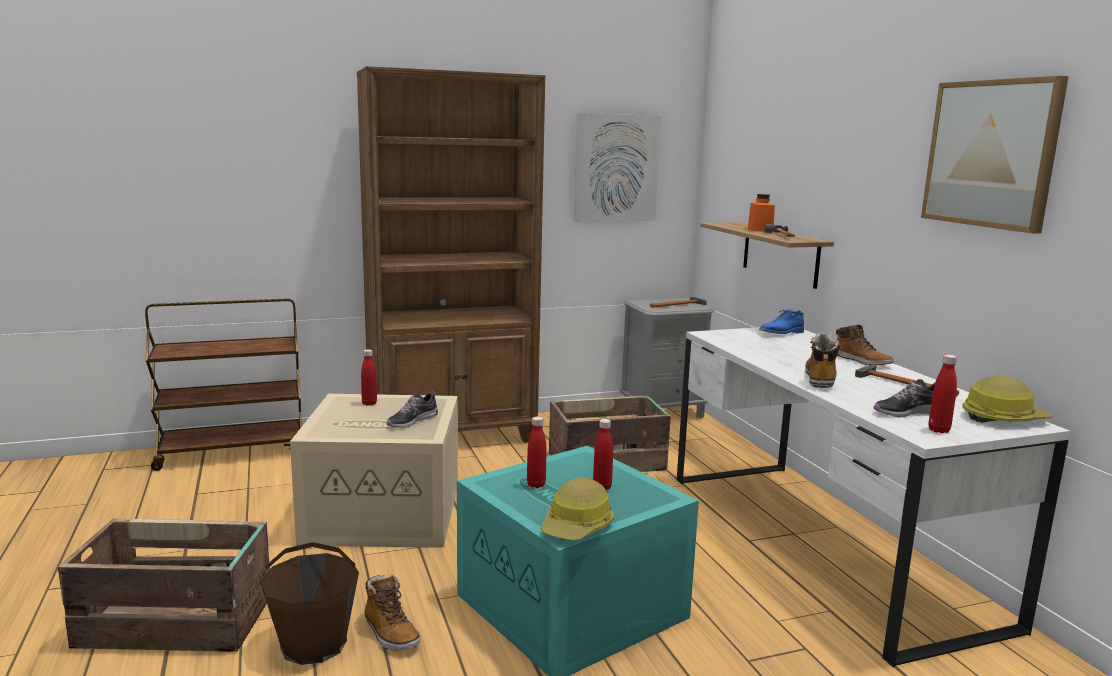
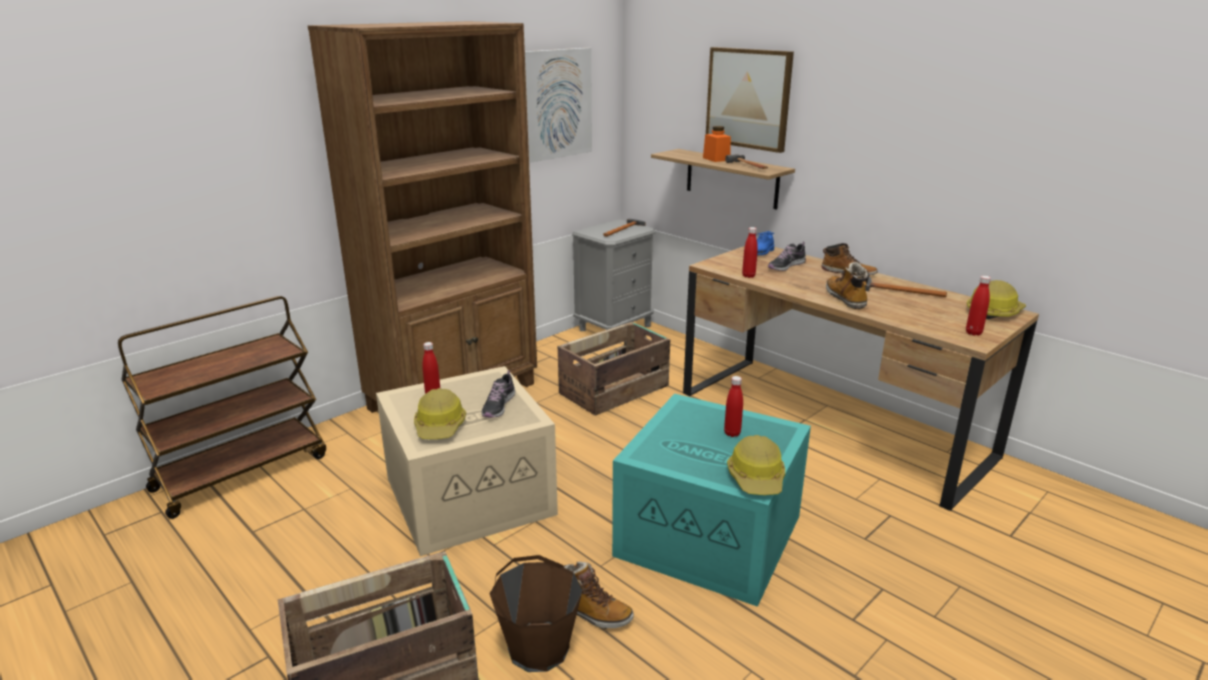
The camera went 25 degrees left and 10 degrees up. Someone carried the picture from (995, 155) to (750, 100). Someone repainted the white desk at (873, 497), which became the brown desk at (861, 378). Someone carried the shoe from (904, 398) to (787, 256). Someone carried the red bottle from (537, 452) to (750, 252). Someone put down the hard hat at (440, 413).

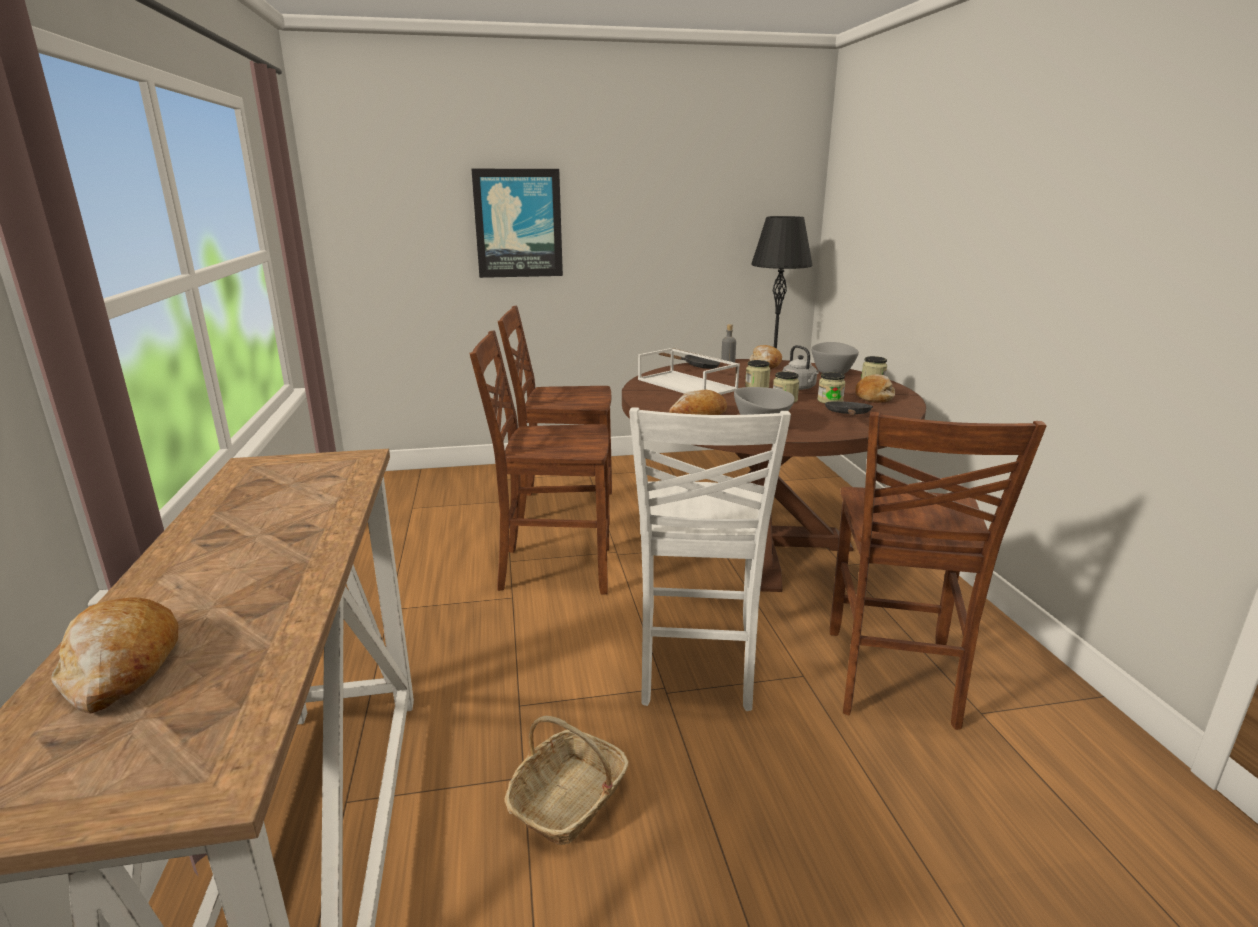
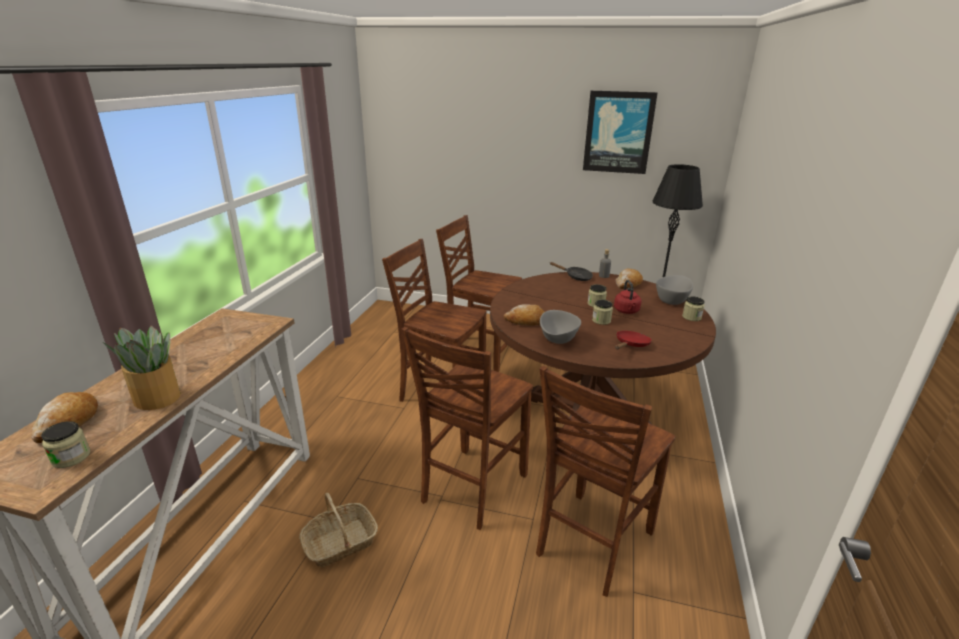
The camera went 25 degrees right and 5 degrees up. Someone carried the picture from (517, 223) to (620, 132). Someone repainted the grey kettle at (801, 367), which became the red kettle at (627, 297). Someone took away the white tray at (689, 371). Someone carried the jar from (831, 387) to (65, 444). Someone took away the bread at (875, 388). Someone repainted the black frying pan at (849, 408), which became the red frying pan at (633, 340). Someone repainted the white chair at (710, 559), which became the brown chair at (467, 428). Someone put down the potted plant at (142, 368).

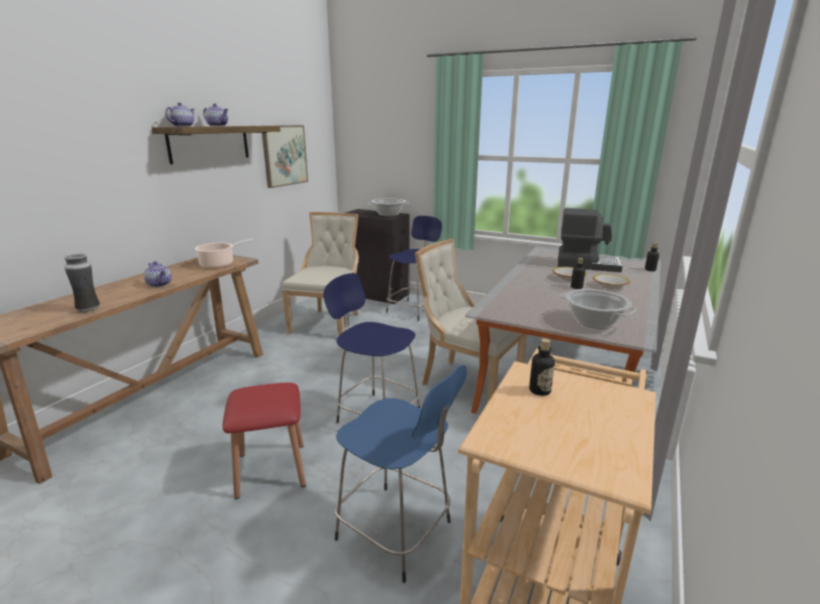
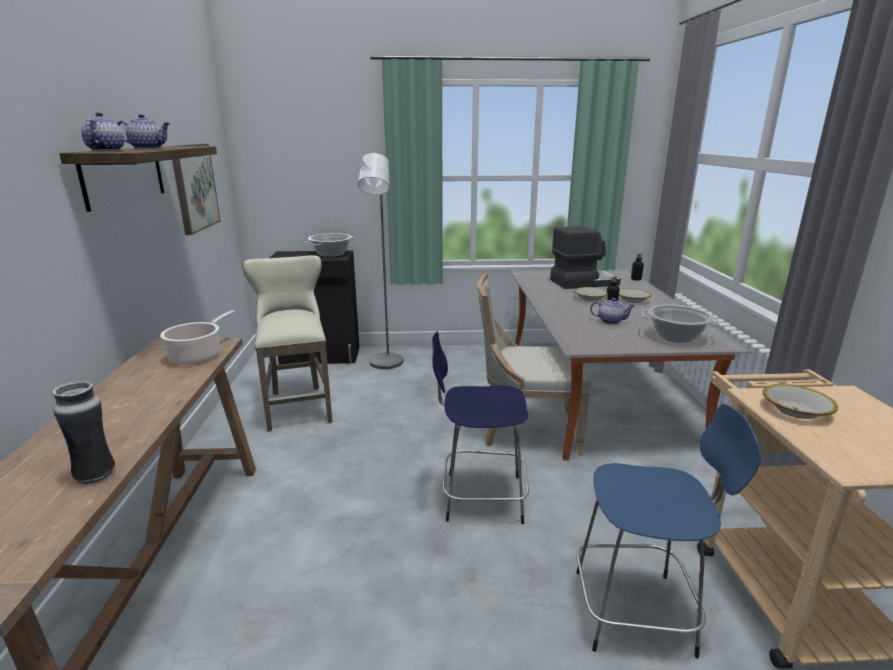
The camera went 30 degrees left and 0 degrees up. Someone swapped the beige chair at (320, 274) for the beige stool at (287, 343). Someone swapped the blue stool at (414, 268) for the grey floor lamp at (380, 261). Someone carried the teapot from (158, 274) to (612, 311). Someone swapped the bottle at (542, 367) for the bowl at (800, 401). Someone took away the red stool at (264, 441).

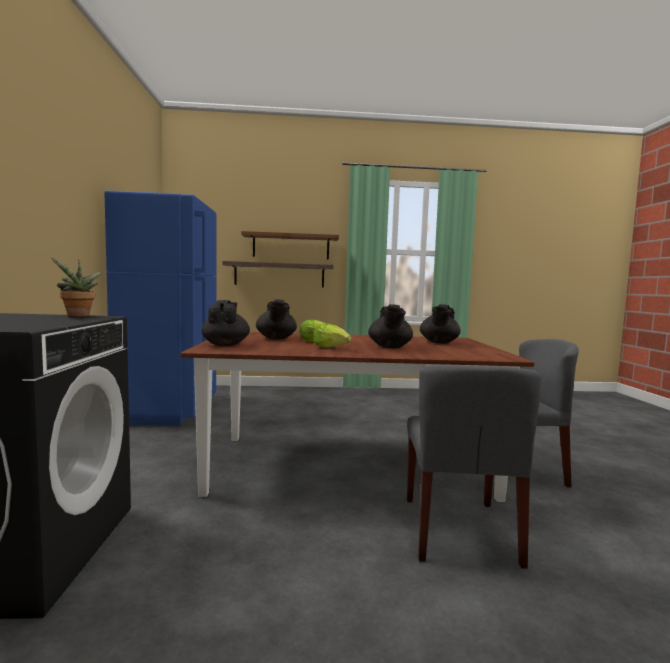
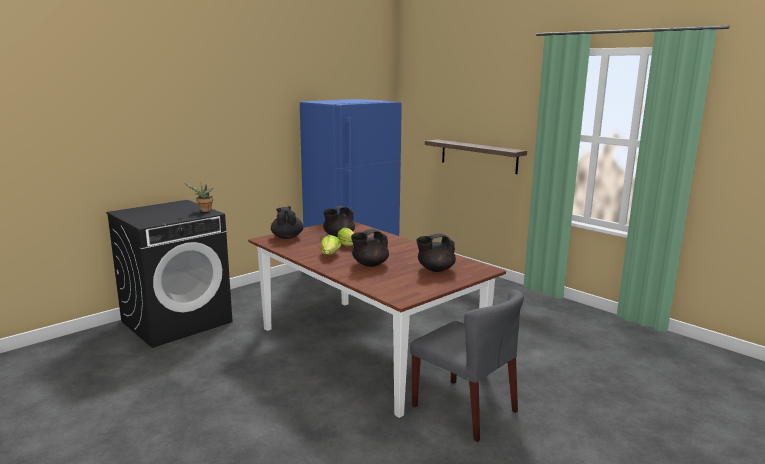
The camera went 50 degrees right and 10 degrees up. Someone took away the brown shelf at (290, 245). Someone rotated the black teapot at (226, 323) by 60 degrees counterclockwise. Someone took away the grey chair at (474, 467).

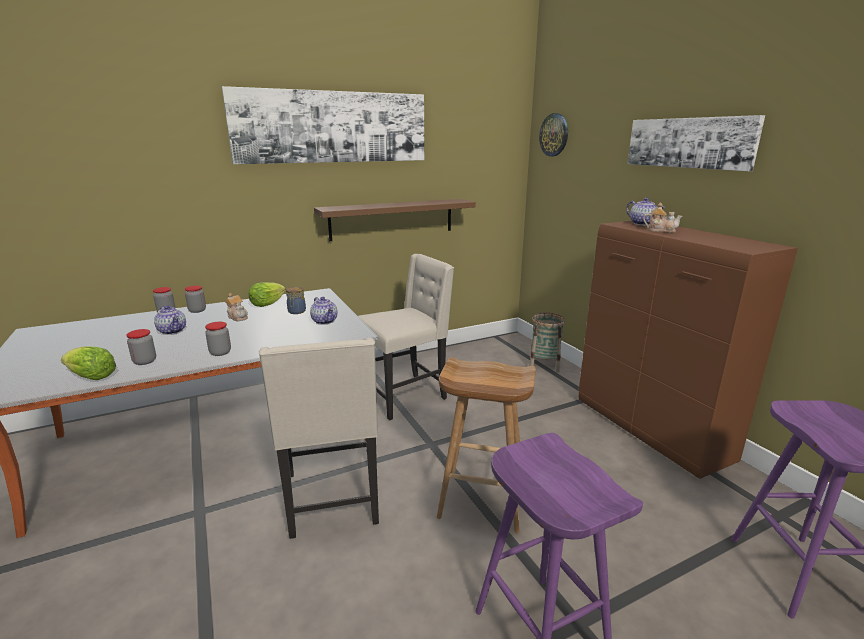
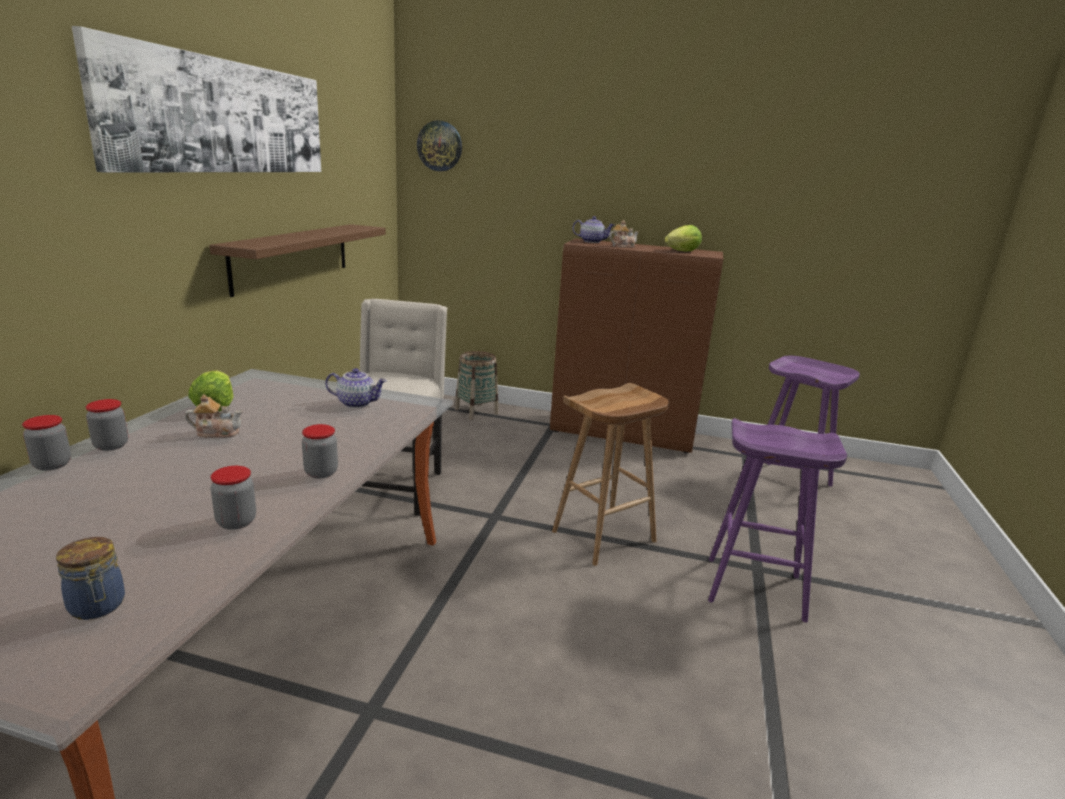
The camera went 50 degrees left and 0 degrees up. Someone took away the picture at (696, 143). Someone carried the jar from (296, 300) to (90, 578). Someone took away the teapot at (170, 320). Someone took away the beige chair at (319, 438). Someone carried the lettuce from (88, 363) to (683, 238).

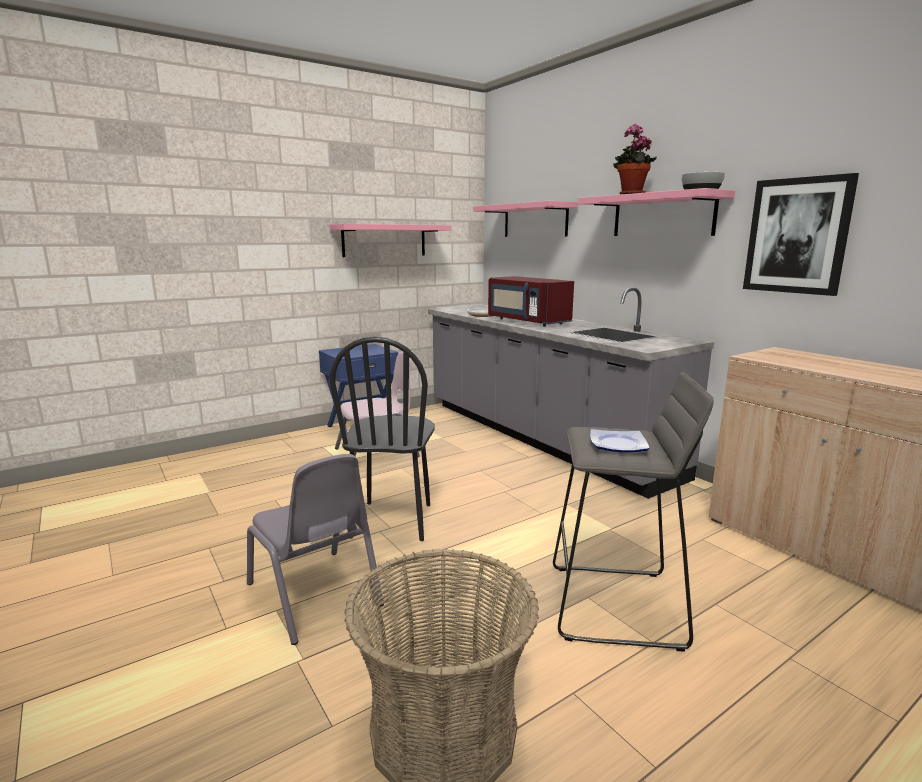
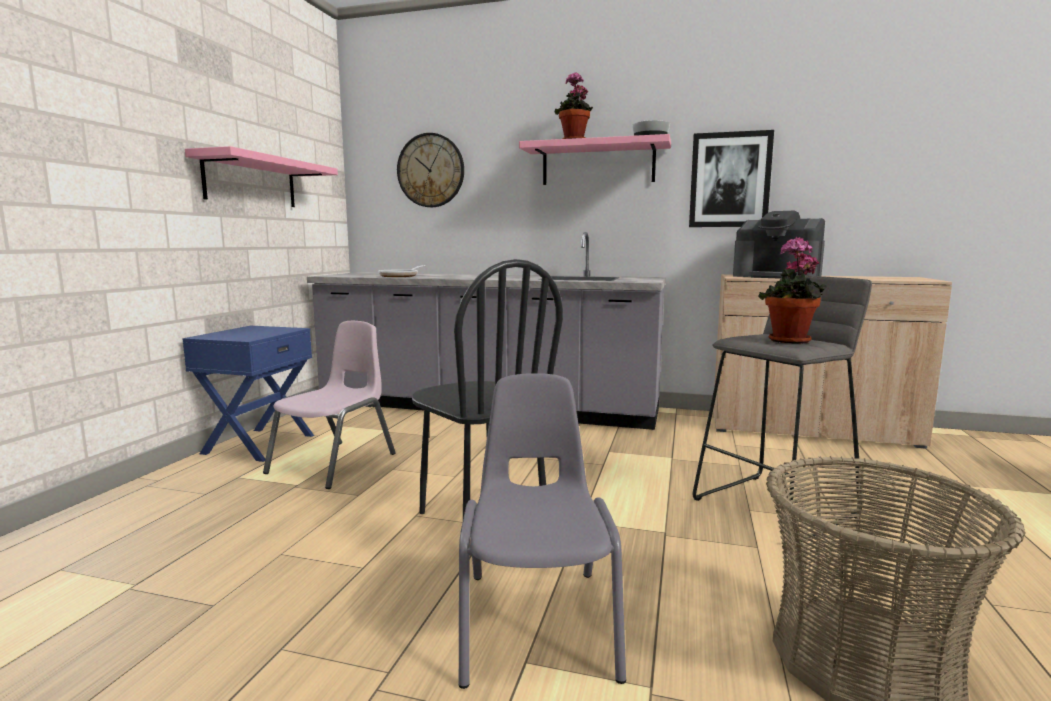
The camera went 40 degrees left and 5 degrees down. Someone swapped the pink shelf at (525, 219) for the wall clock at (430, 170). Someone took away the red microwave at (531, 301). Someone swapped the plate at (619, 441) for the potted plant at (793, 290). Someone rotated the grey chair at (315, 549) by 105 degrees counterclockwise. Someone put down the coffee machine at (779, 244).

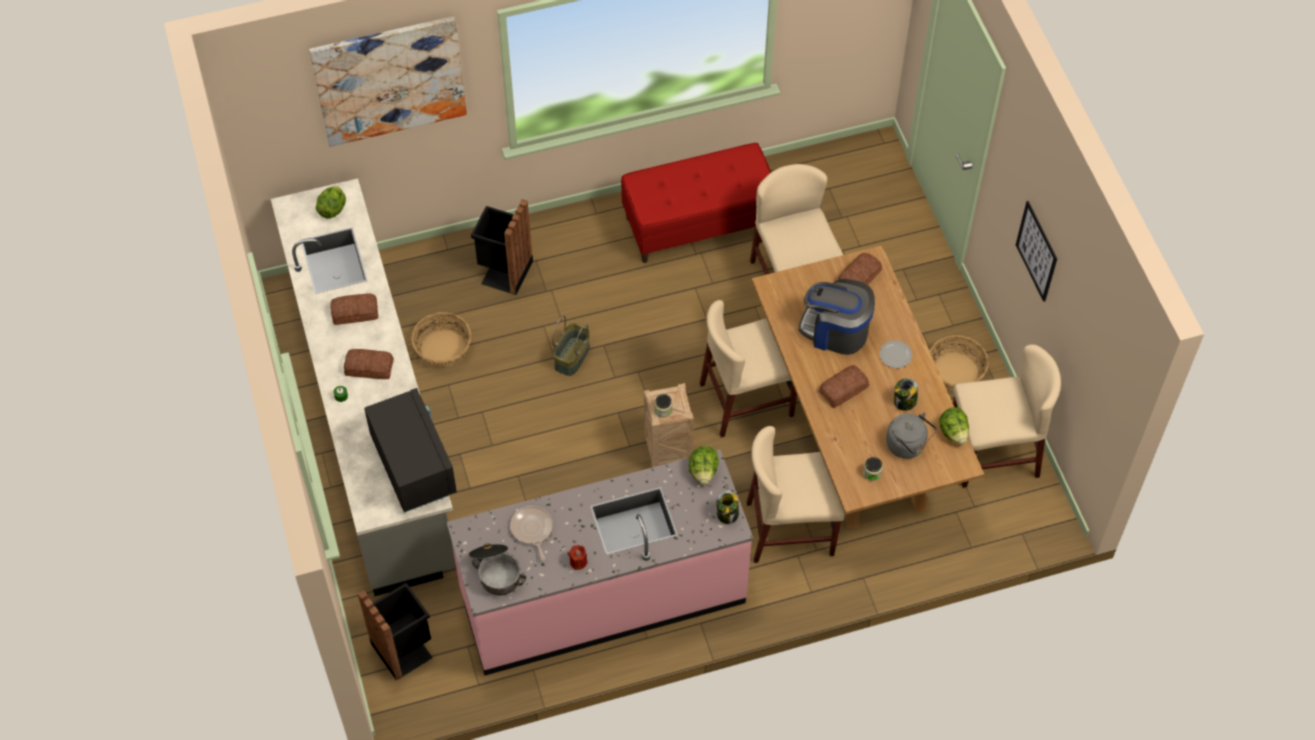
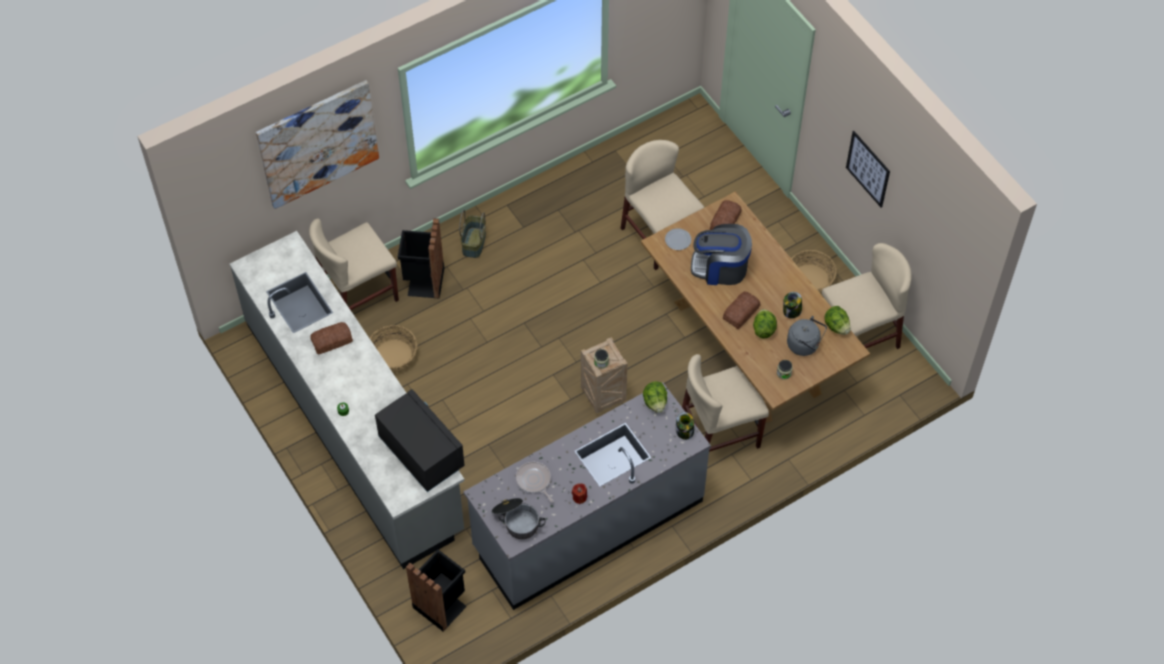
The camera went 15 degrees left and 0 degrees up. Someone took away the red bench at (696, 203). Someone carried the lettuce from (331, 202) to (765, 323). Someone carried the beige chair from (748, 368) to (354, 264). Someone carried the basket from (571, 345) to (472, 234). Someone carried the plate from (896, 354) to (678, 239). Someone took away the bread at (369, 364). Someone repainted the pink counter at (600, 562), which became the grey counter at (587, 496).

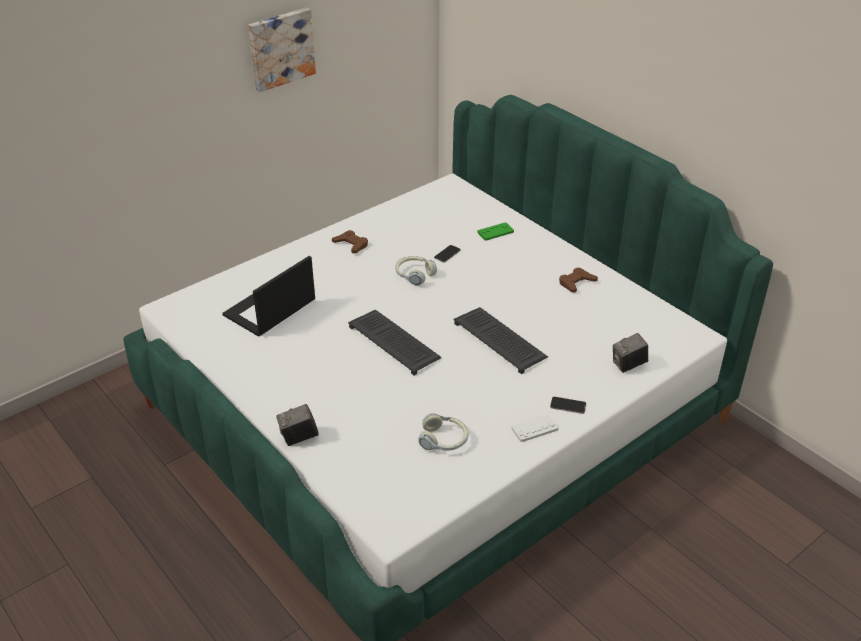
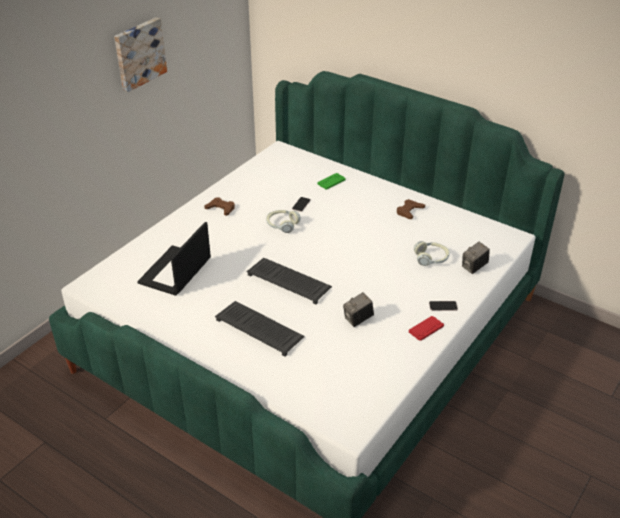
The camera went 15 degrees left and 0 degrees up. Someone carried the keyboard from (500, 340) to (260, 328). Someone carried the photo camera from (297, 425) to (358, 309). Someone carried the headphones from (443, 432) to (432, 253). Someone repainted the white game controller at (535, 428), which became the red game controller at (426, 328).

